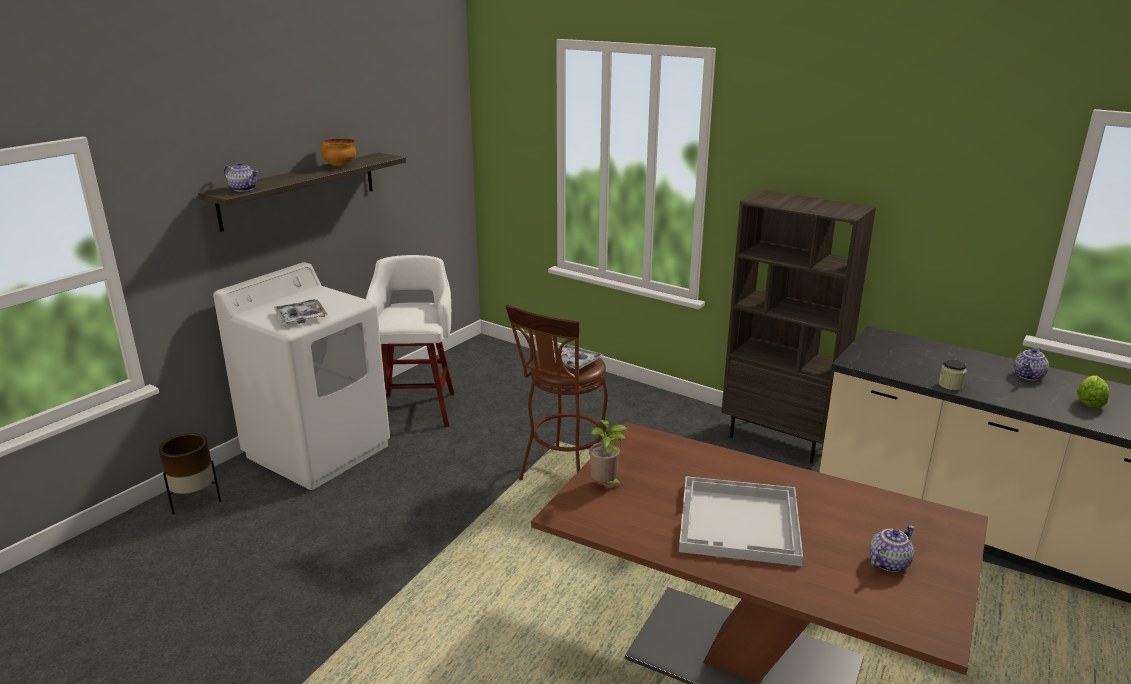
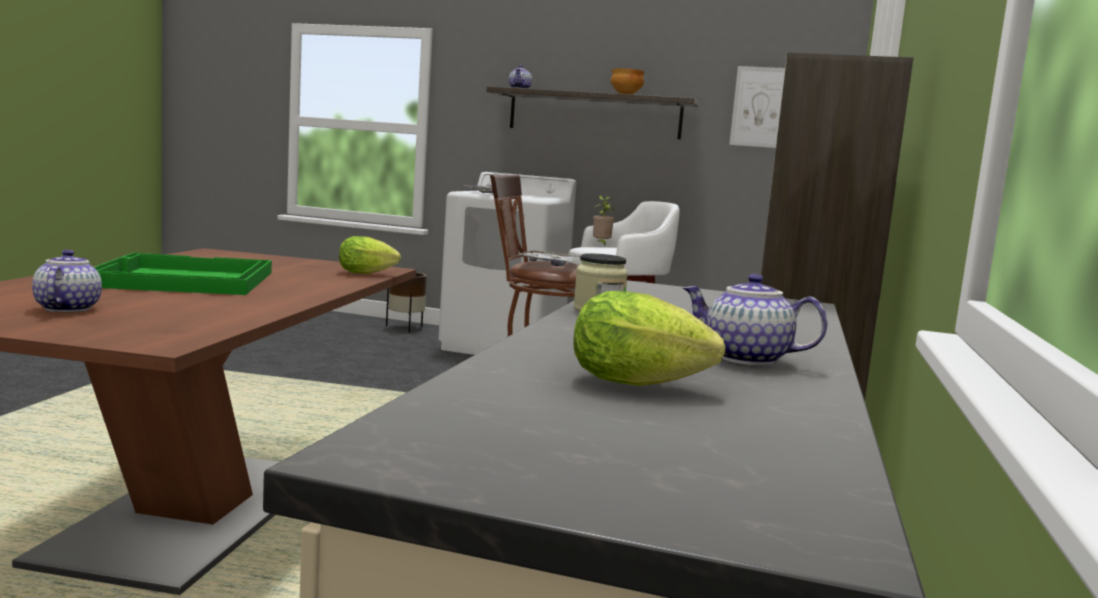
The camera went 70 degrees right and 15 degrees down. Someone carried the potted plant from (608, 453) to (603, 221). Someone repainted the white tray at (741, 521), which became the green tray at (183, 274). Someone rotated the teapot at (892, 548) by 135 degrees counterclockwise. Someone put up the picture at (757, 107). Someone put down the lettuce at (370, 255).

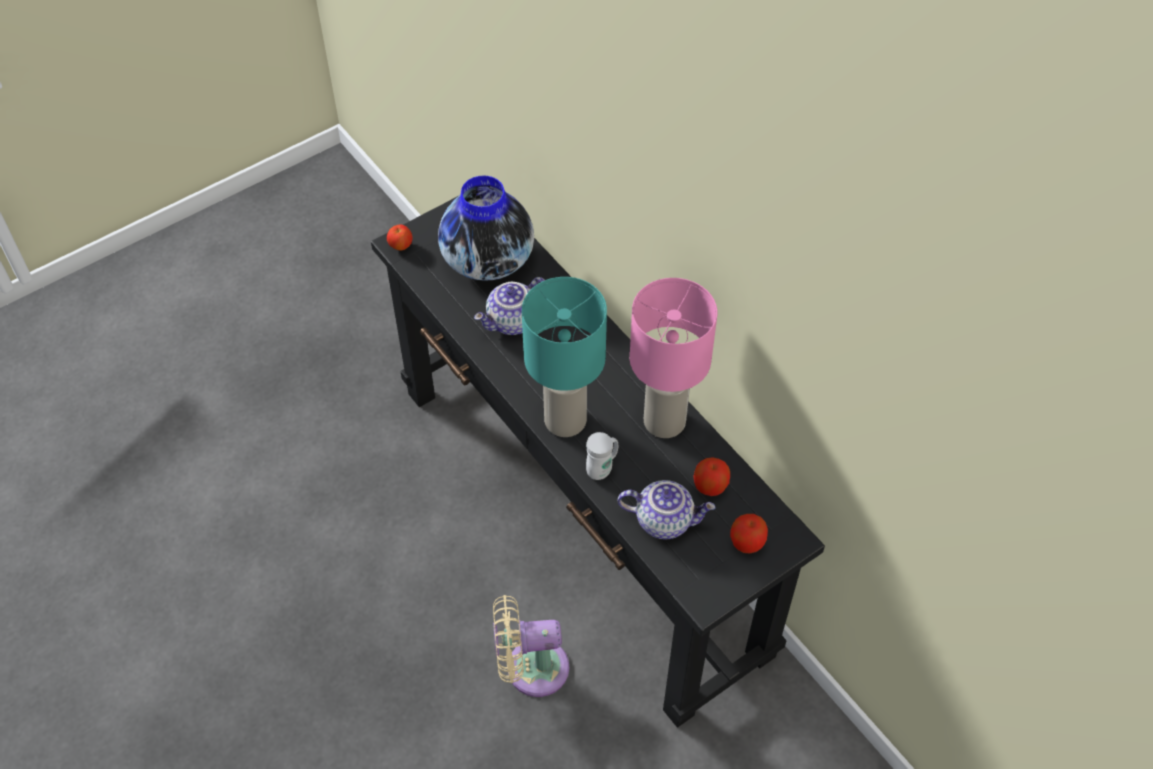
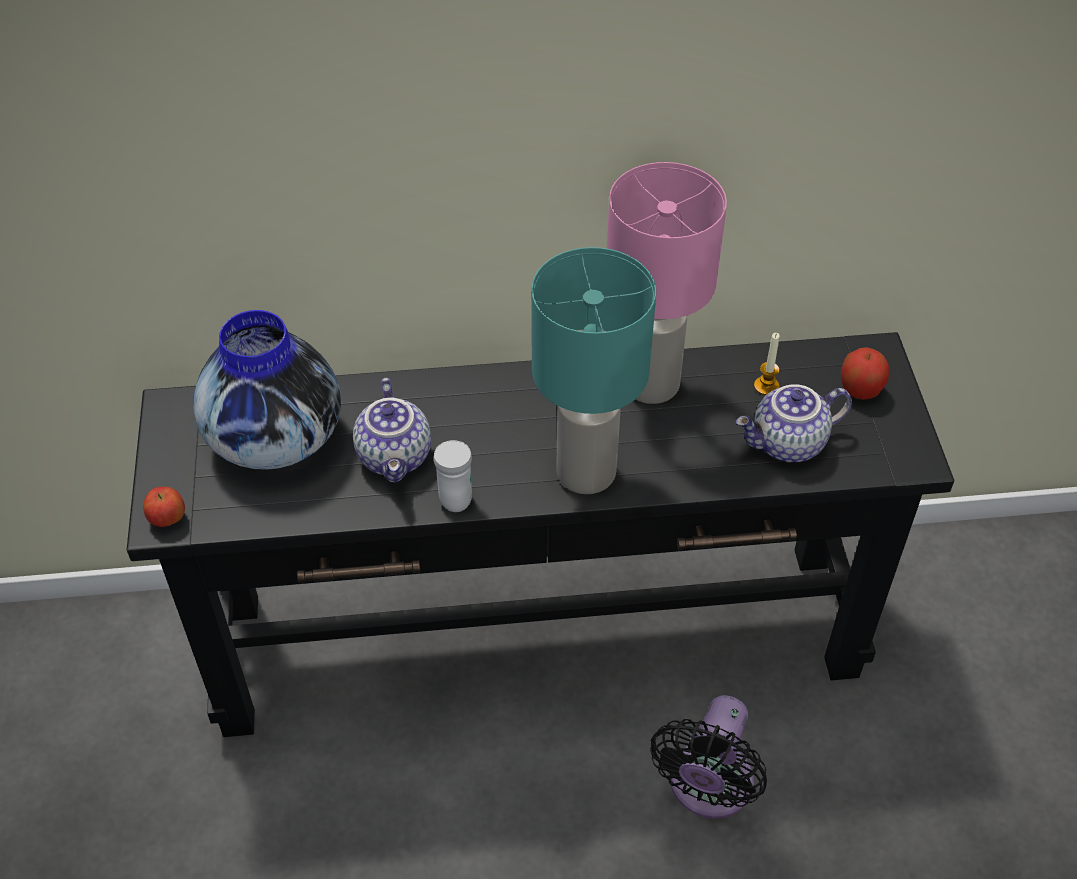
The camera went 60 degrees left and 5 degrees down. Someone carried the white mug from (602, 456) to (452, 476). Someone swapped the apple at (711, 476) for the candle at (767, 364). Someone rotated the teapot at (667, 509) by 150 degrees counterclockwise. Someone repainted the beige fan at (531, 646), which became the black fan at (708, 757).

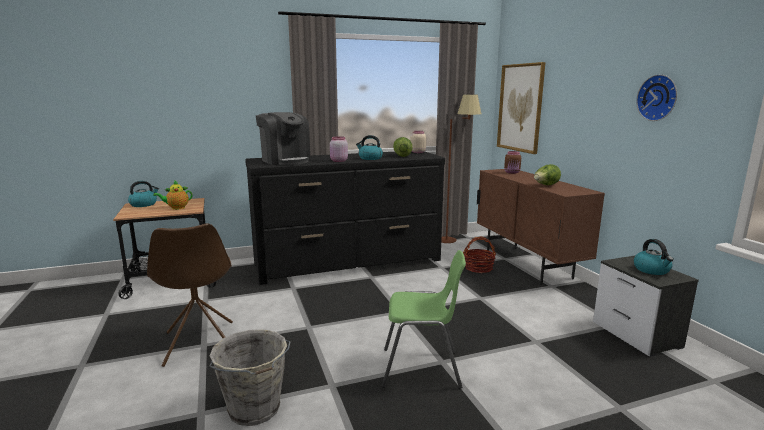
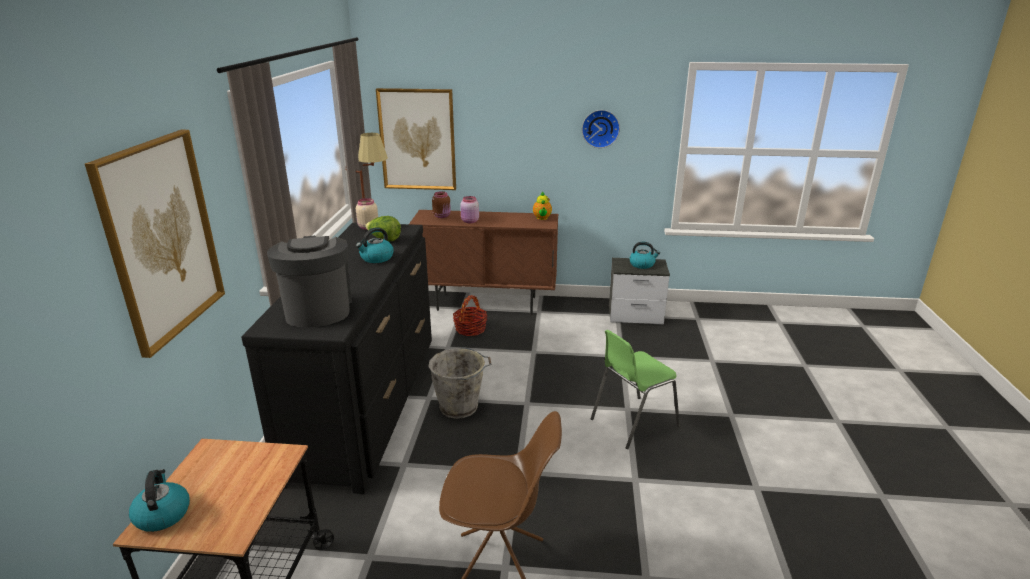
The camera went 65 degrees left and 10 degrees up. Someone rotated the coffee machine at (283, 138) by 90 degrees counterclockwise. Someone carried the pink jar from (339, 149) to (469, 209). Someone took away the lettuce at (547, 174). Someone carried the teapot from (172, 195) to (542, 206). Someone rotated the green chair at (424, 319) by 150 degrees counterclockwise. Someone carried the grey bucket from (249, 377) to (460, 383). Someone put up the picture at (155, 244).

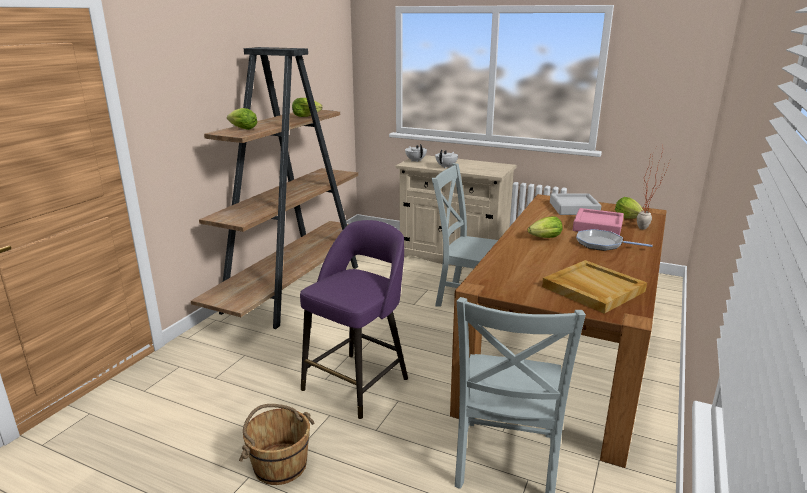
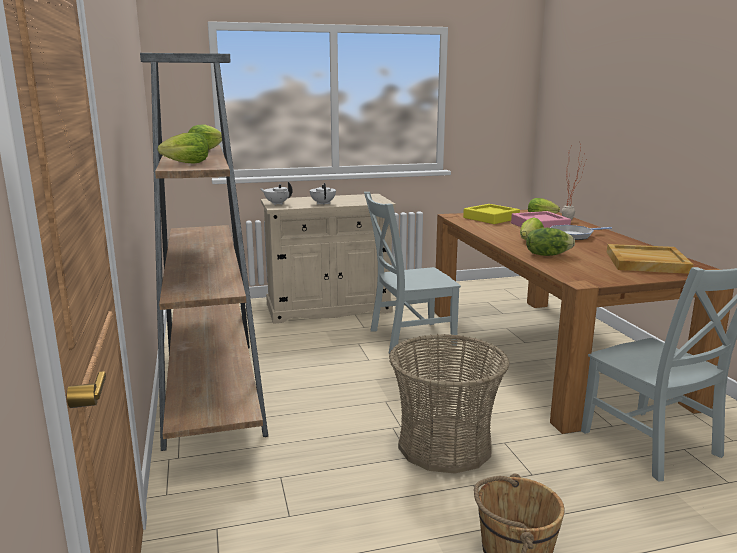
The camera went 40 degrees left and 5 degrees down. Someone repainted the grey tray at (575, 204), which became the yellow tray at (491, 214). Someone swapped the purple stool at (354, 319) for the basket at (449, 404). Someone put down the lettuce at (550, 242).

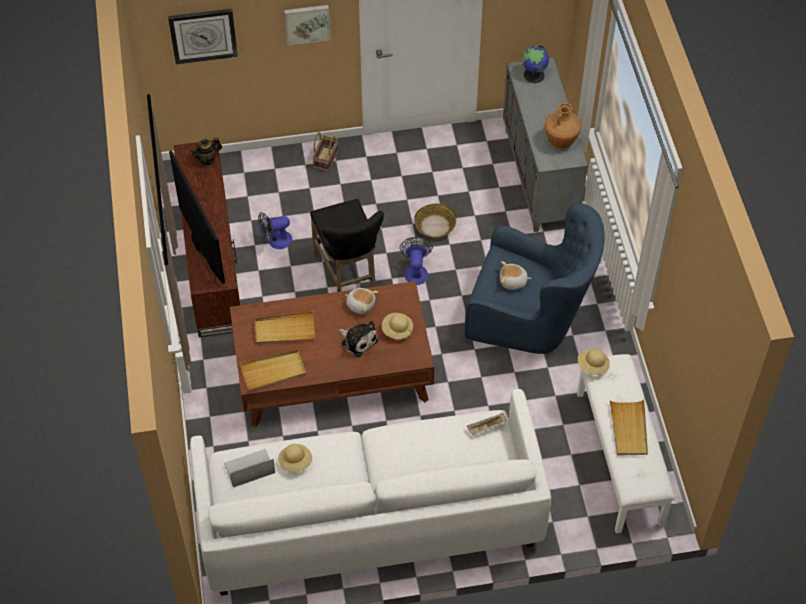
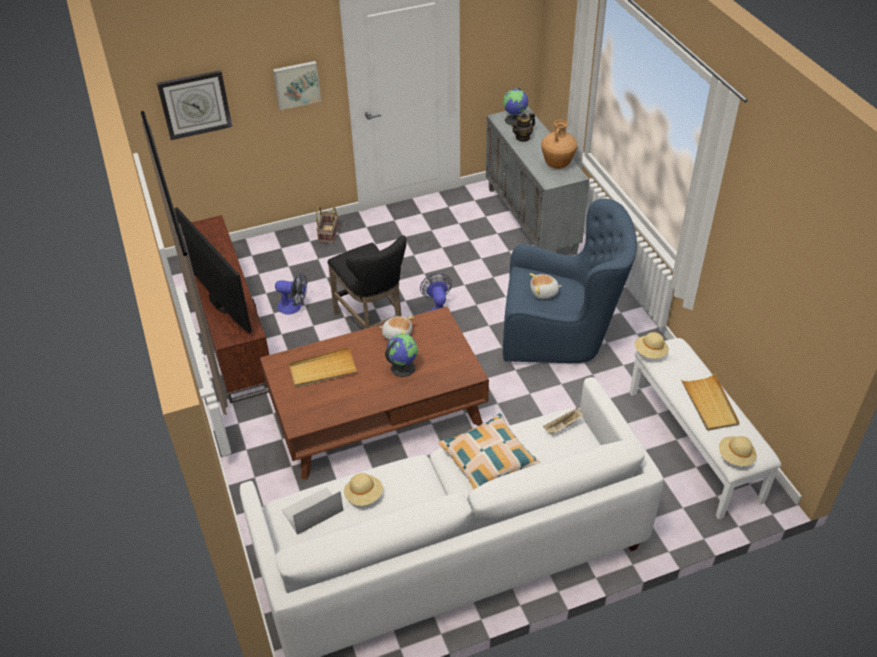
The camera went 10 degrees left and 10 degrees down. Someone carried the teapot from (206, 152) to (523, 127). Someone took away the basket at (435, 221). Someone rotated the fan at (275, 230) by 135 degrees counterclockwise. Someone carried the beige hat from (397, 326) to (738, 451). Someone swapped the plush toy at (358, 339) for the globe at (401, 355). Someone took away the beige tray at (273, 369). Someone put down the pillow at (489, 451).

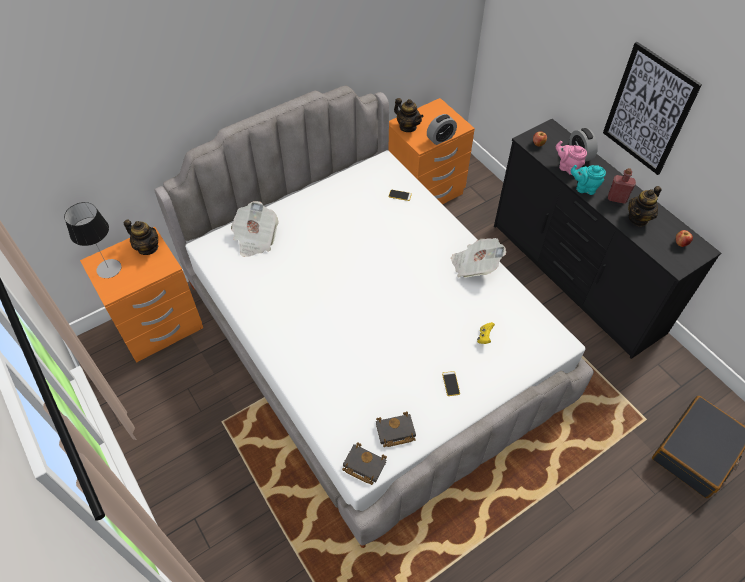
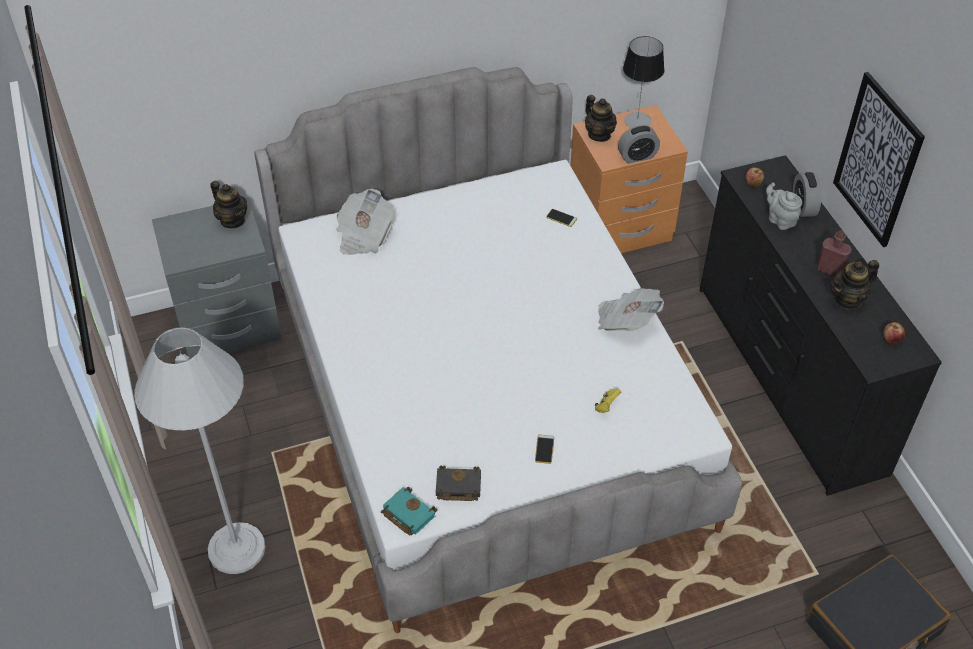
The camera went 15 degrees right and 5 degrees down. Someone repainted the pink teapot at (571, 158), which became the grey teapot at (784, 206). Someone took away the turquoise teapot at (588, 180). Someone carried the table lamp from (92, 240) to (644, 82). Someone repainted the orange nightstand at (141, 295), which became the grey nightstand at (217, 278). Someone repainted the black book at (364, 463), which became the turquoise book at (409, 511). Someone put down the white floor lamp at (200, 450).

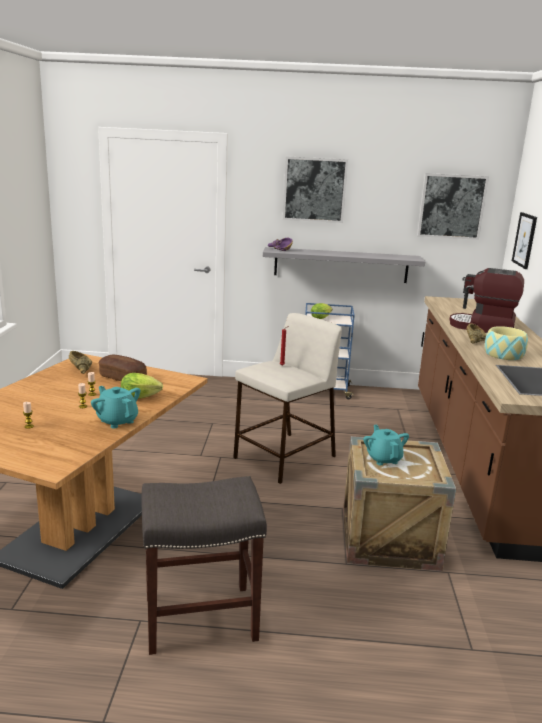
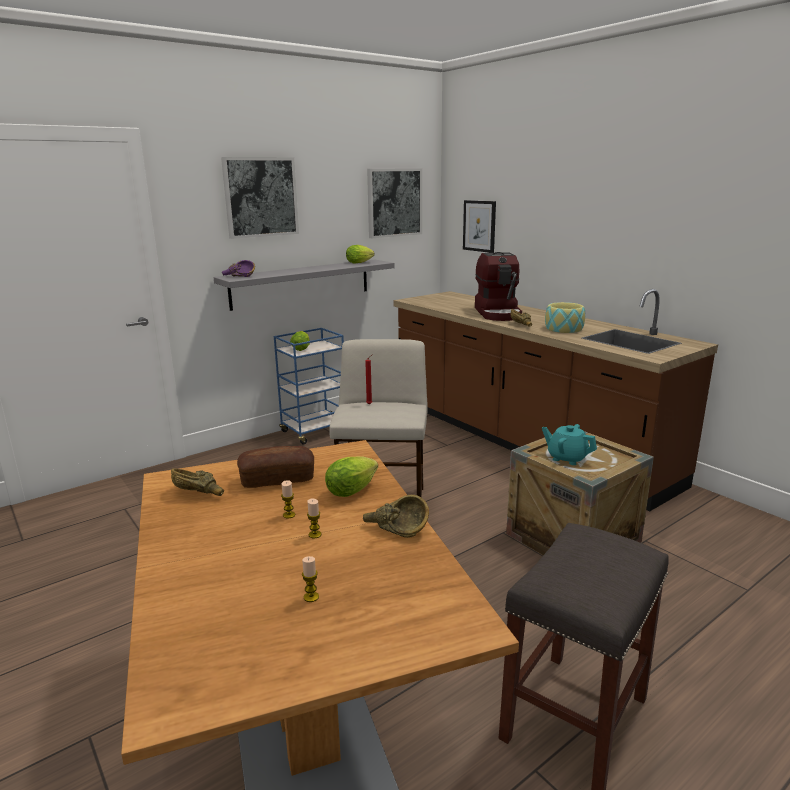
The camera went 40 degrees left and 0 degrees up. Someone rotated the coffee machine at (486, 300) by 75 degrees counterclockwise. Someone swapped the turquoise teapot at (115, 407) for the brown bowl at (396, 516). Someone put down the lettuce at (360, 254).

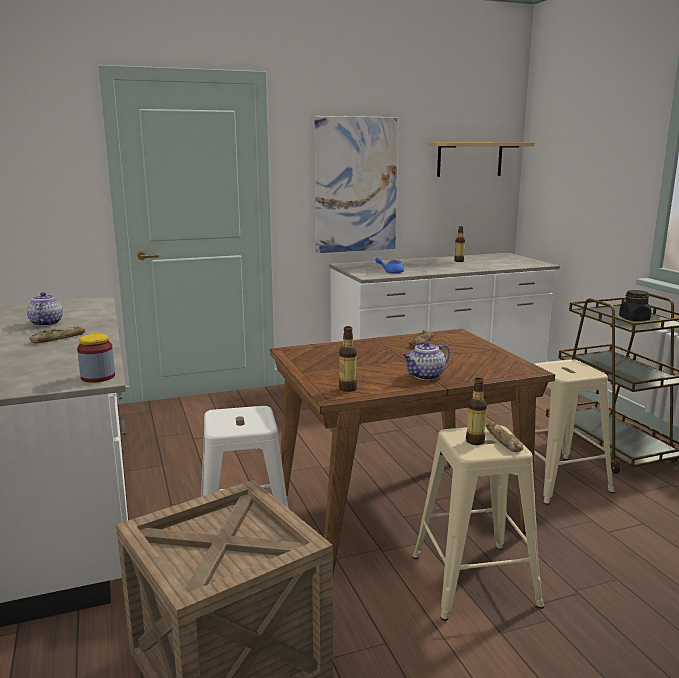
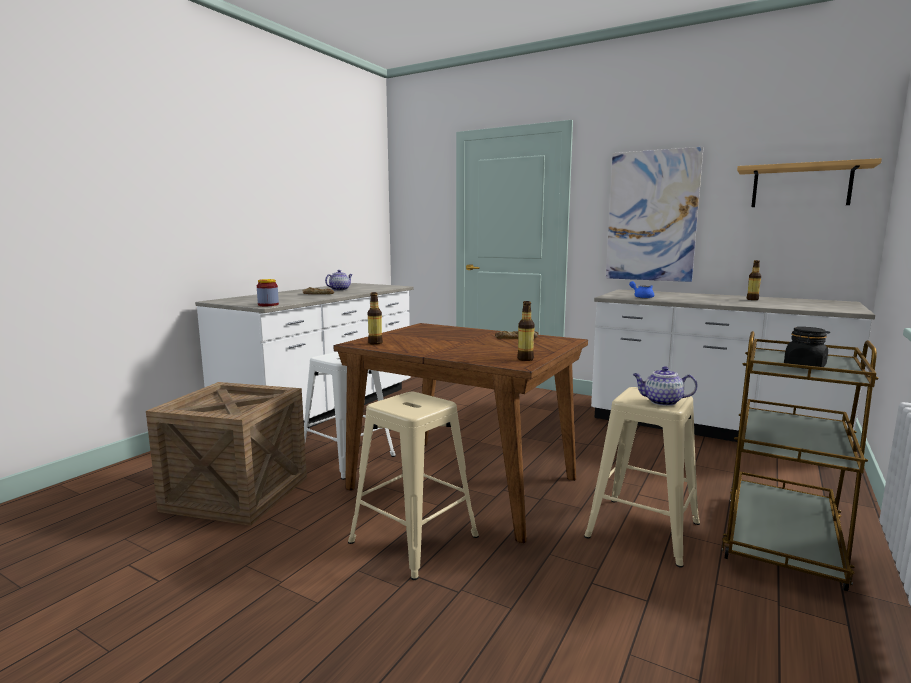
The camera went 50 degrees right and 5 degrees down. Someone carried the teapot from (426, 360) to (665, 386). Someone carried the bottle from (476, 411) to (526, 331). Someone took away the bread at (504, 437).

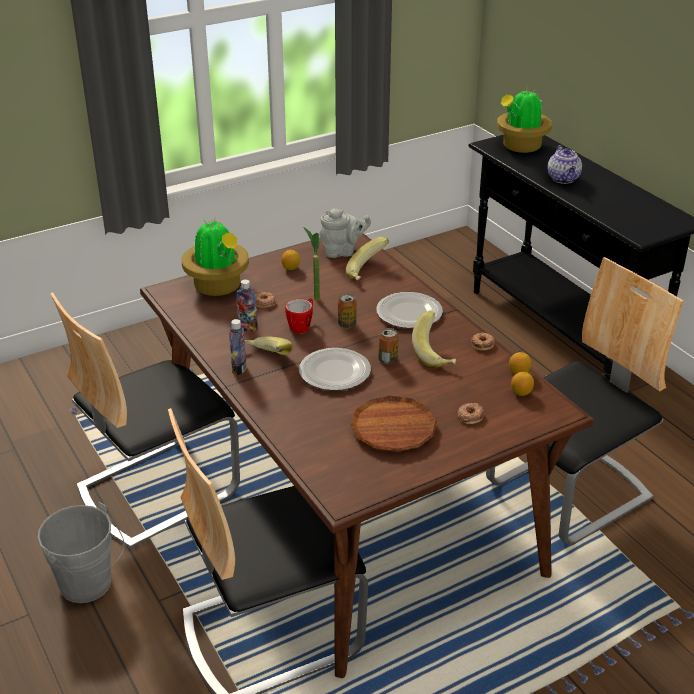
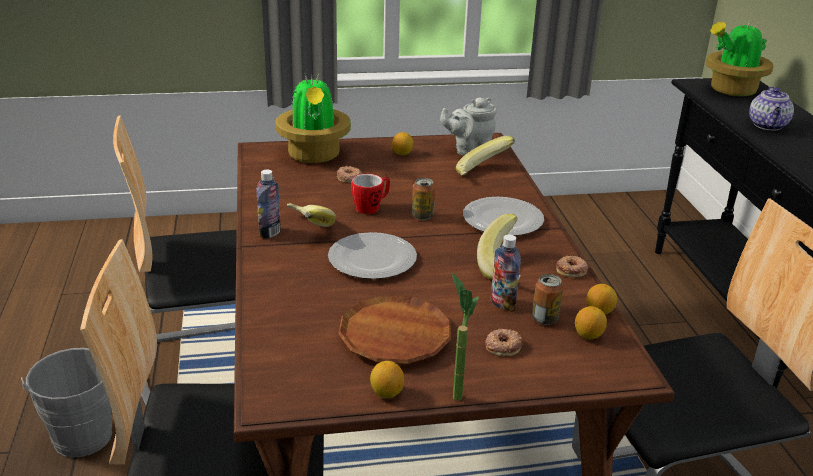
The camera went 20 degrees right and 5 degrees down. Someone rotated the grey teapot at (345, 233) by 150 degrees clockwise. Someone carried the potted plant from (311, 264) to (465, 337). Someone carried the bottle from (247, 305) to (506, 272). Someone carried the can from (388, 346) to (547, 299). Someone put down the lemon at (387, 379).

